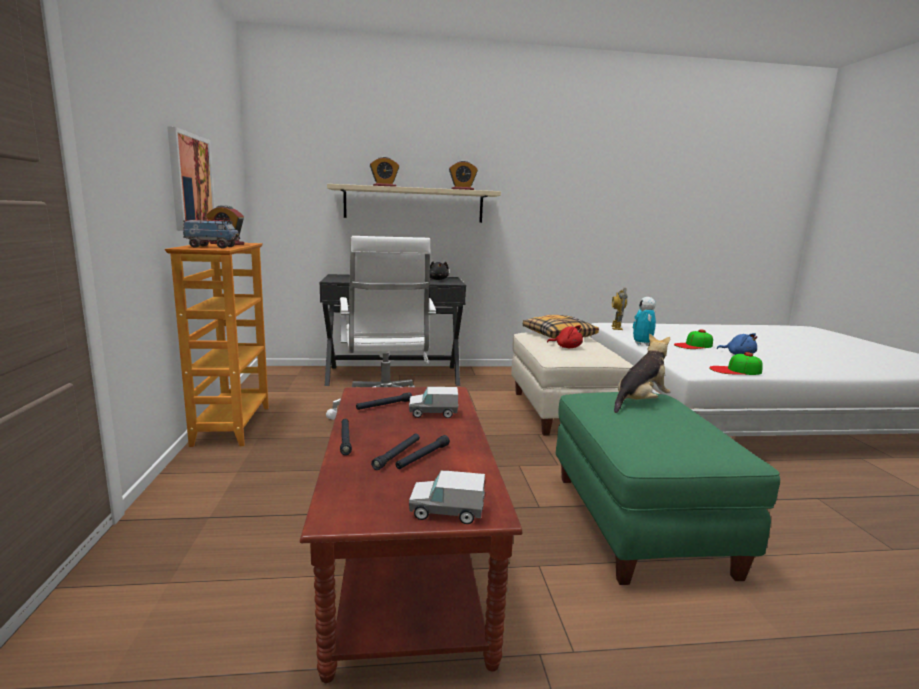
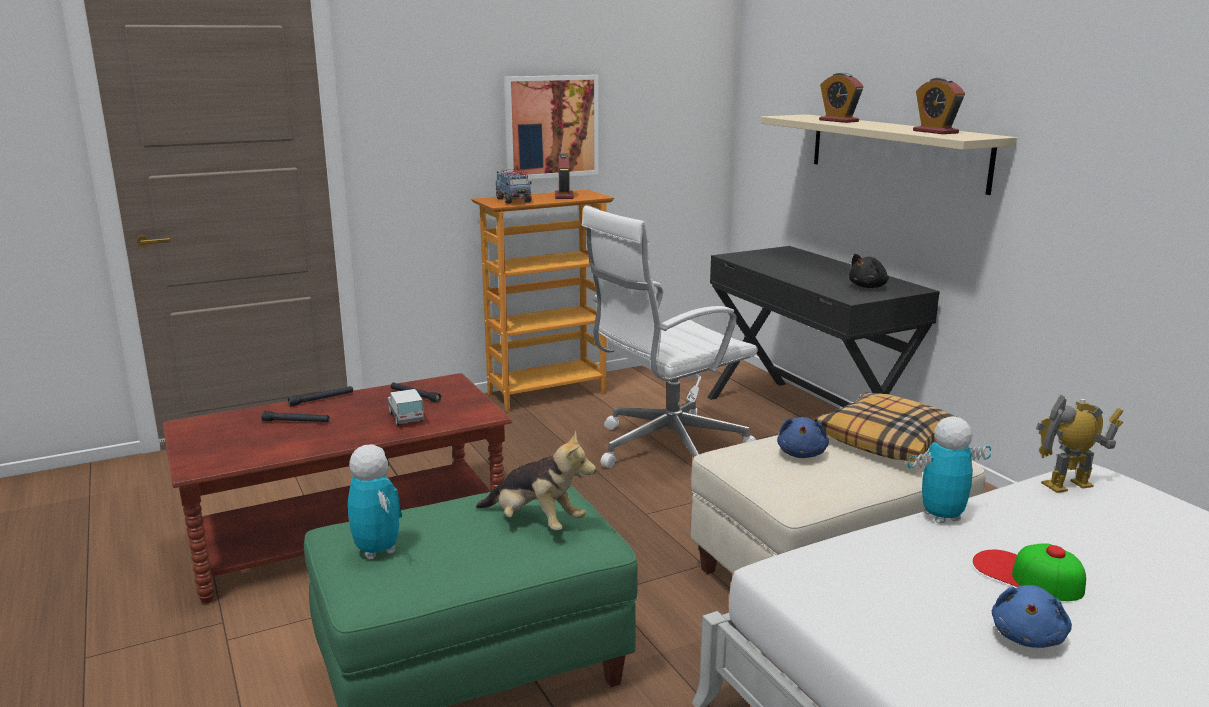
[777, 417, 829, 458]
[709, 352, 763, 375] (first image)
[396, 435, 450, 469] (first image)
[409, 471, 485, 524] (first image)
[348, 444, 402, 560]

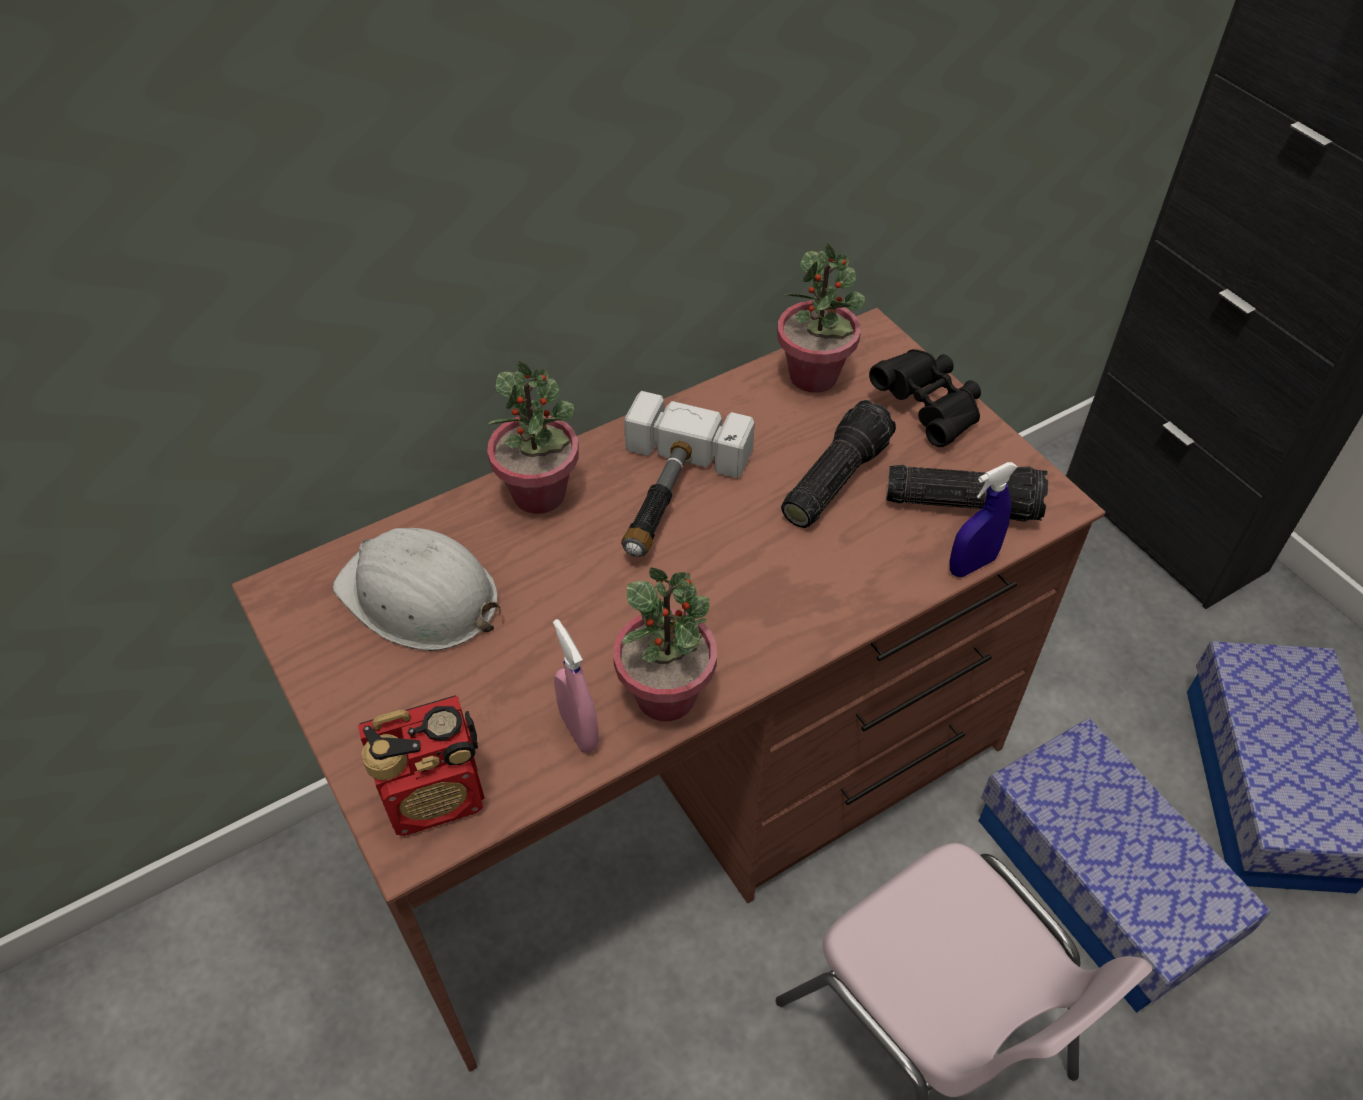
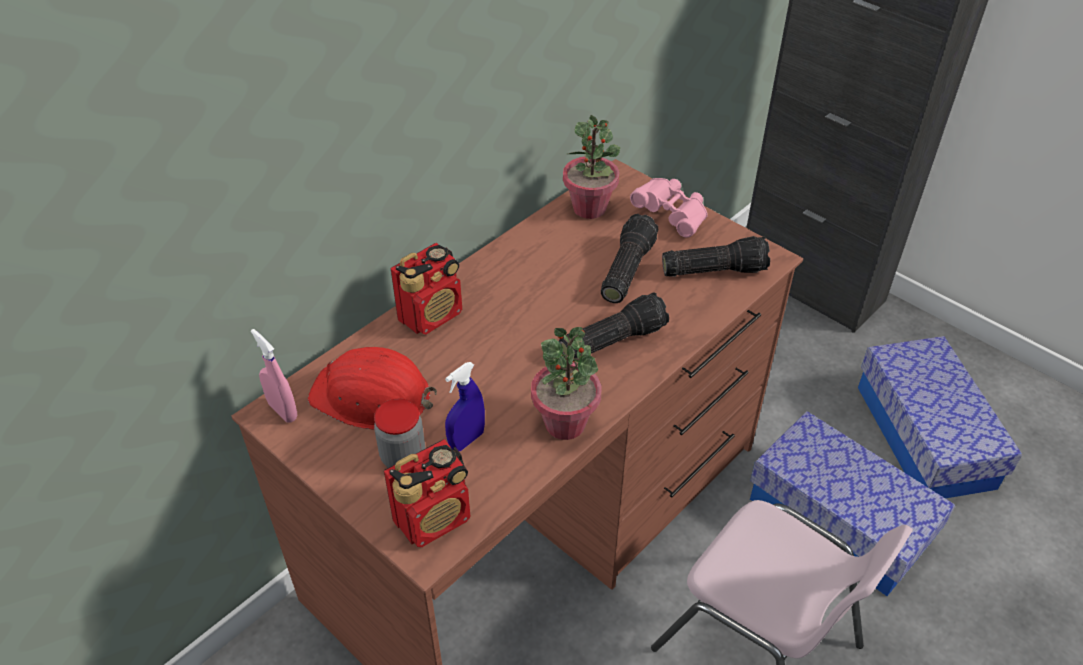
[630, 178, 708, 238]
[391, 243, 462, 335]
[621, 391, 755, 557] (first image)
[445, 362, 485, 451]
[308, 347, 437, 430]
[251, 329, 297, 423]
[559, 293, 669, 358]
[374, 399, 425, 468]

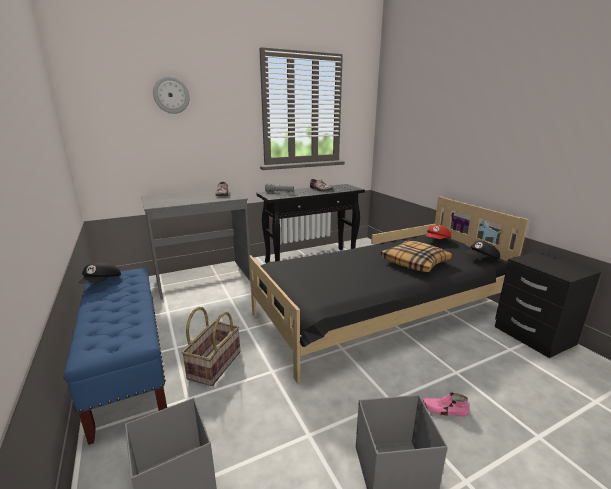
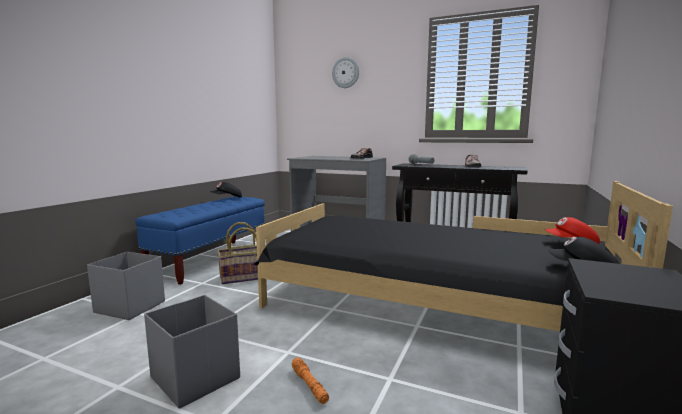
[381, 241, 452, 272] (first image)
[292, 358, 329, 404]

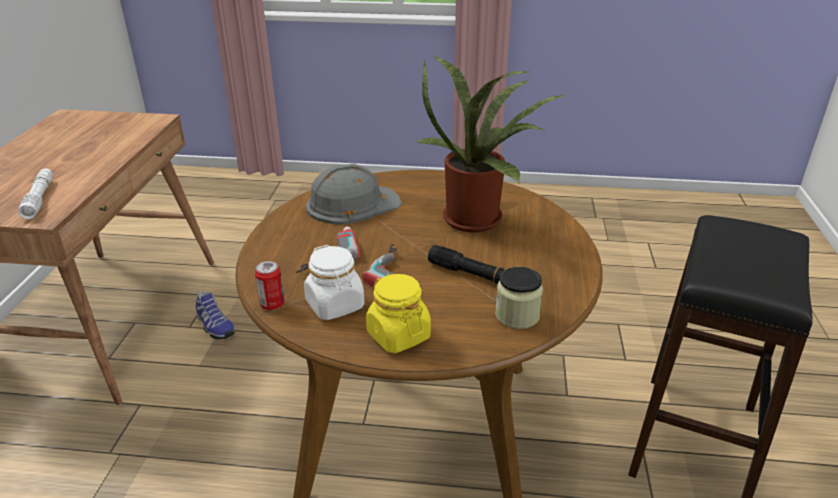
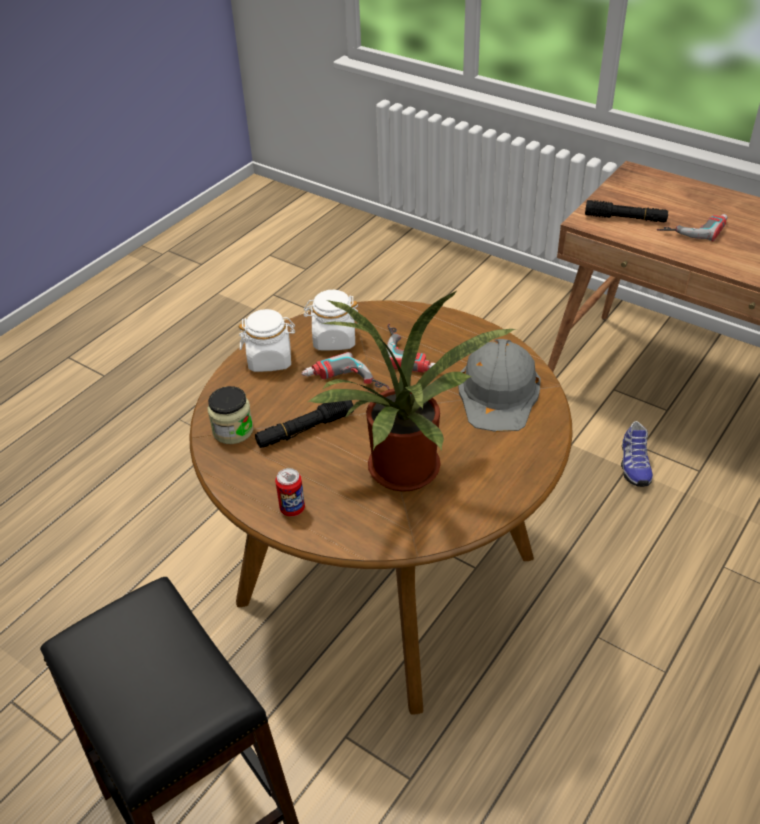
[585, 200, 668, 222]
[275, 468, 305, 516]
[239, 309, 295, 372]
[621, 421, 653, 487]
[657, 214, 728, 242]

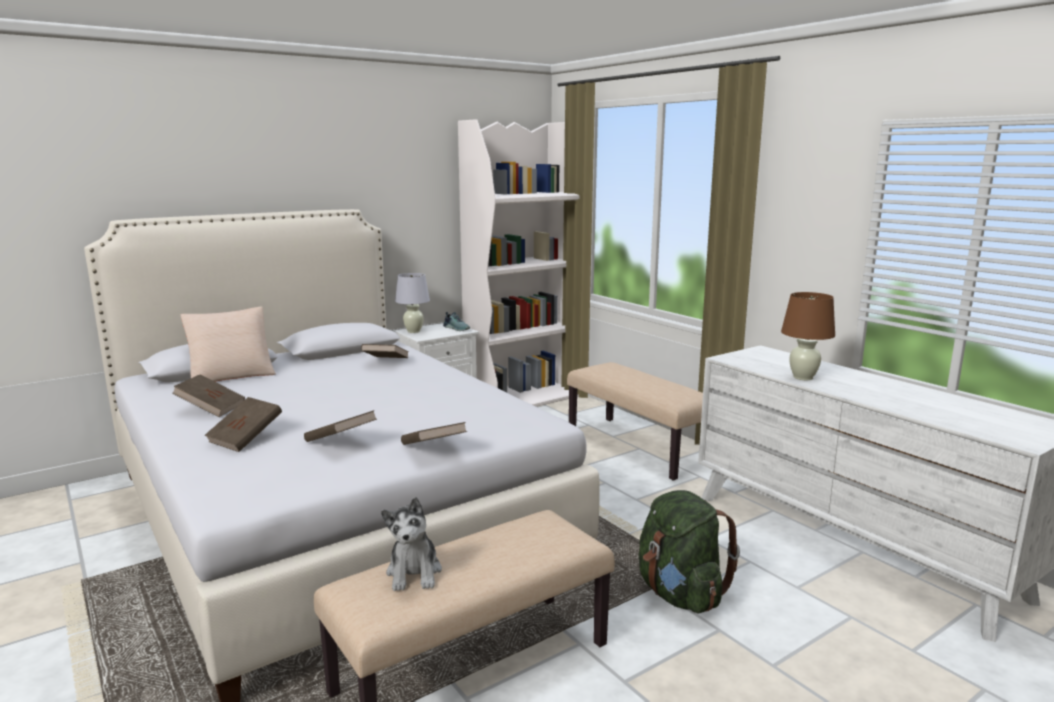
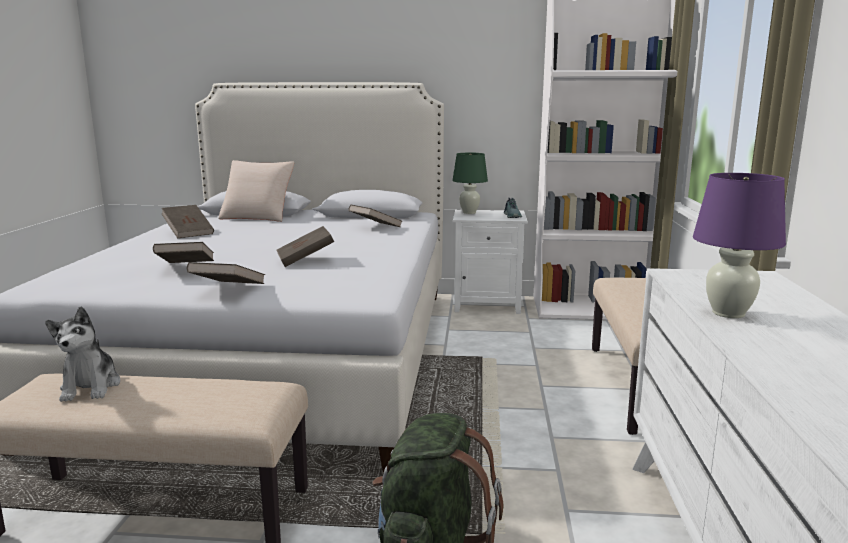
[452, 153, 488, 214]
[693, 173, 786, 318]
[276, 226, 334, 267]
[45, 306, 120, 402]

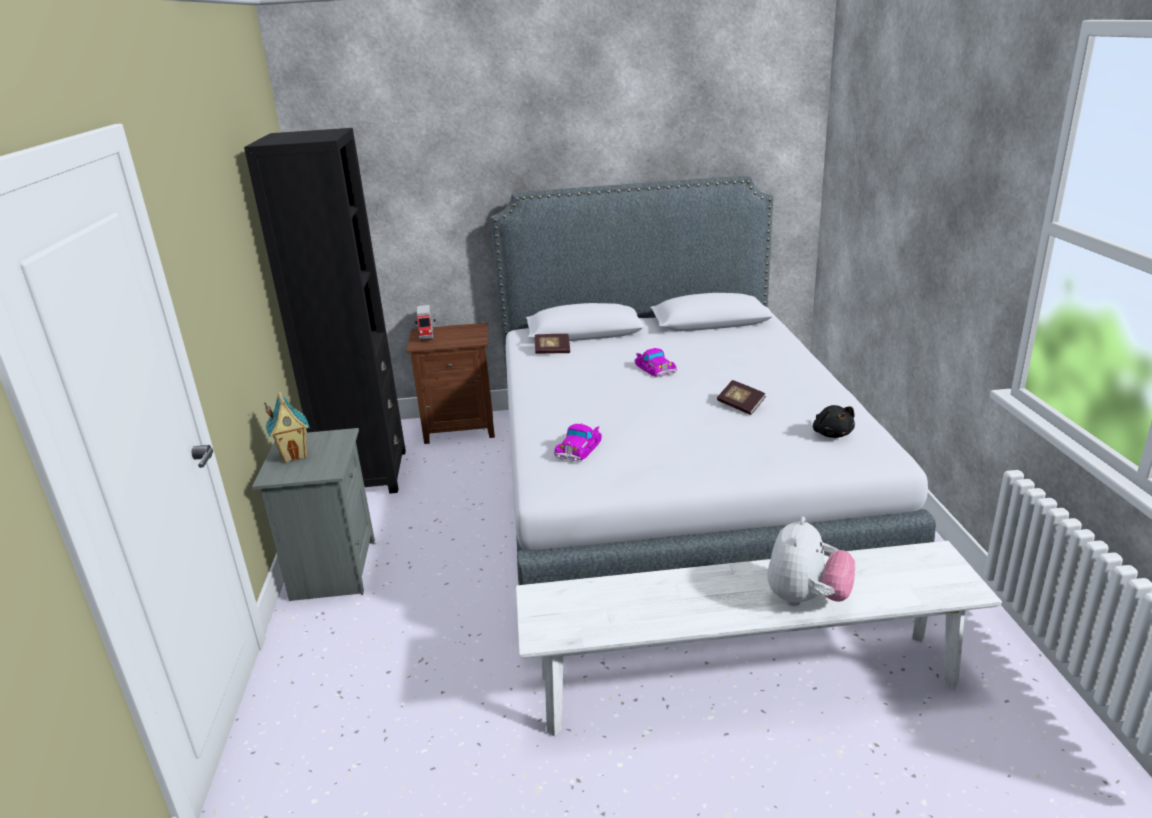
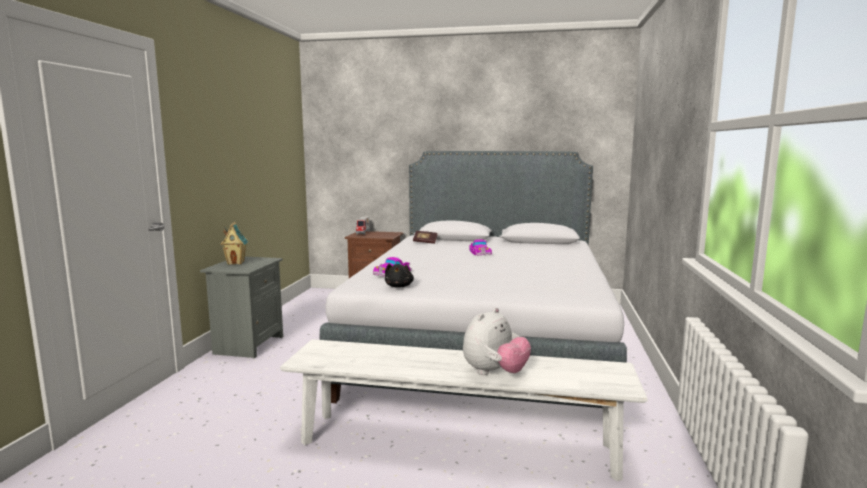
[244, 128, 406, 494] (first image)
[717, 380, 766, 415] (first image)
[385, 264, 414, 288]

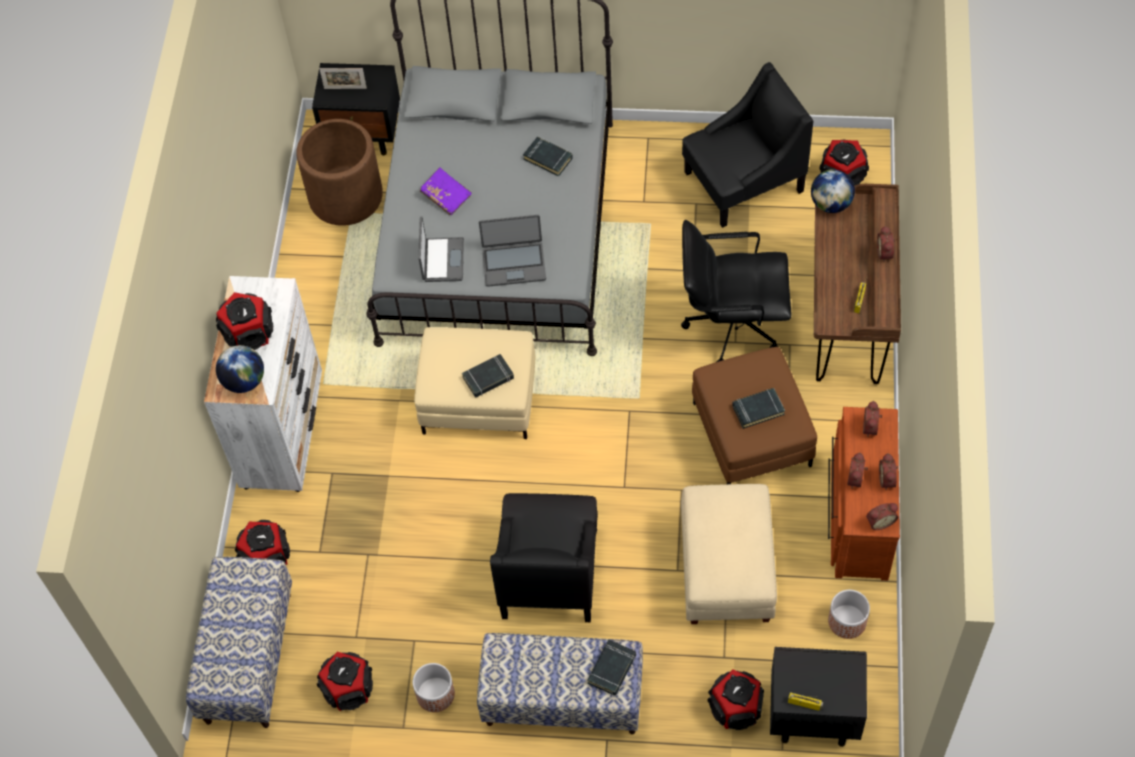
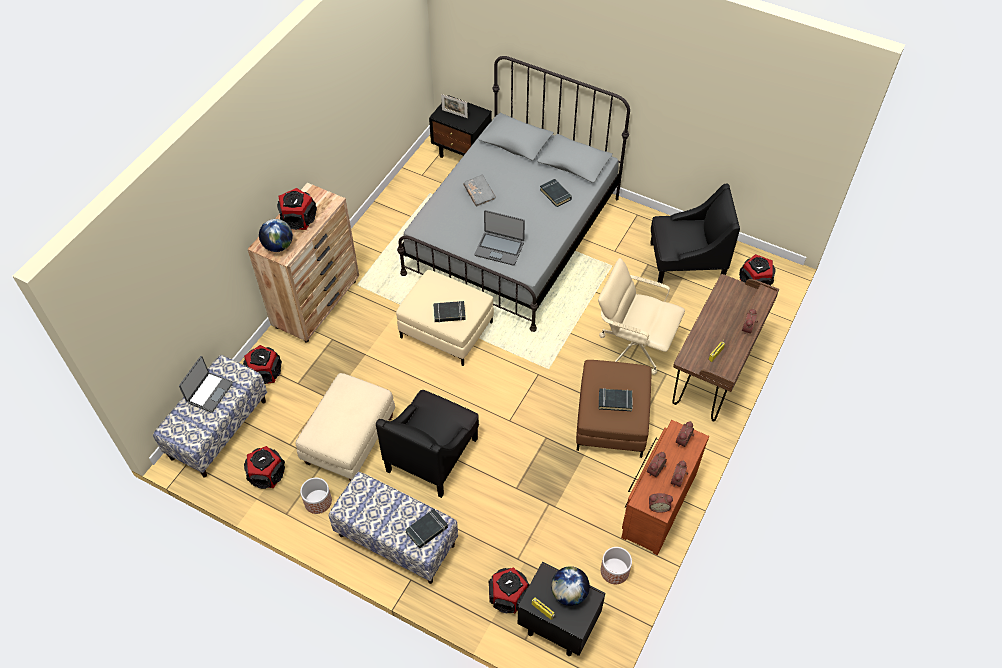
[296, 119, 383, 226] (first image)
[463, 174, 496, 206]
[551, 566, 590, 606]
[179, 356, 233, 413]
[598, 258, 685, 375]
[248, 183, 359, 342]
[296, 373, 395, 481]

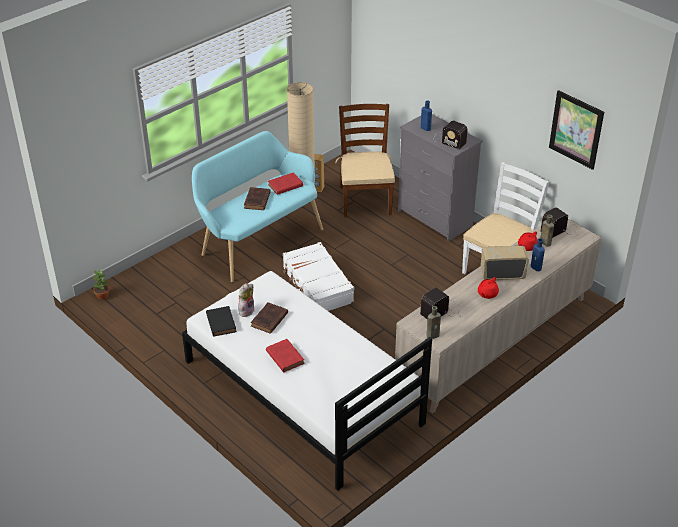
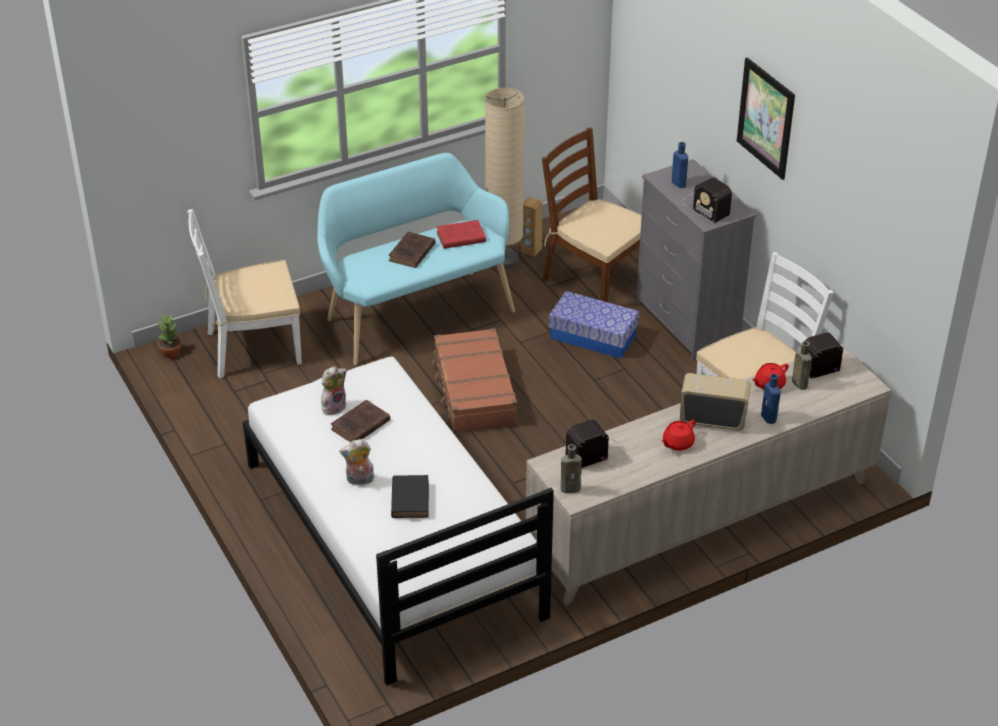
[737, 58, 795, 180]
[542, 127, 642, 302]
[431, 328, 517, 433]
[391, 475, 429, 518]
[340, 439, 375, 485]
[187, 209, 302, 378]
[548, 291, 639, 359]

